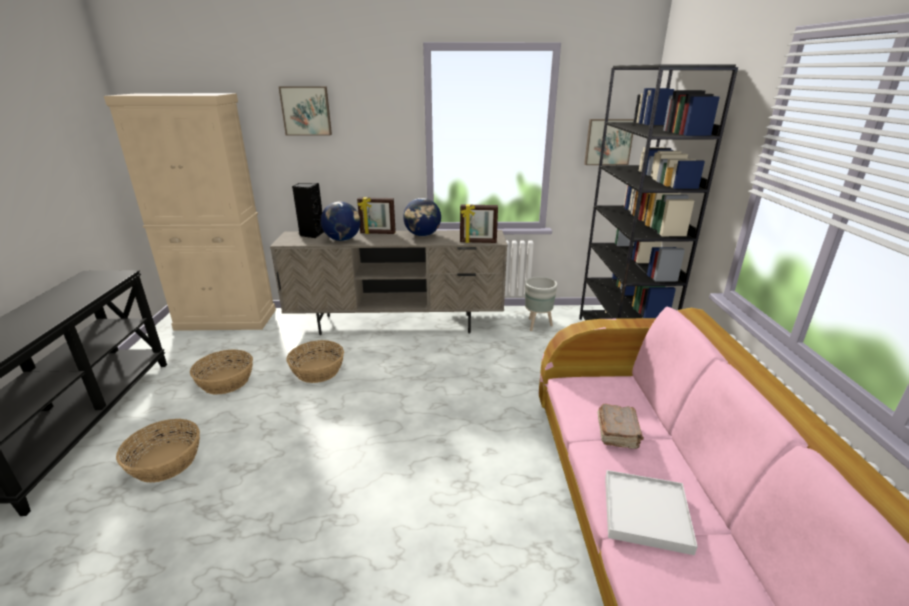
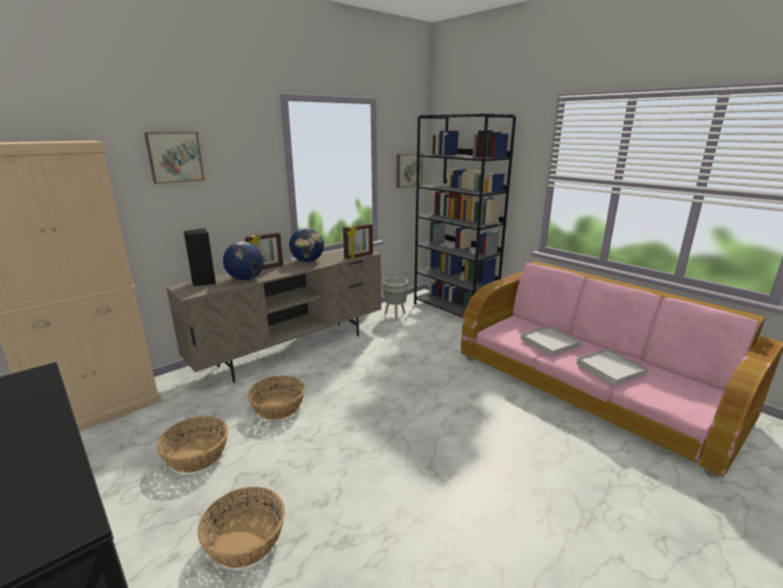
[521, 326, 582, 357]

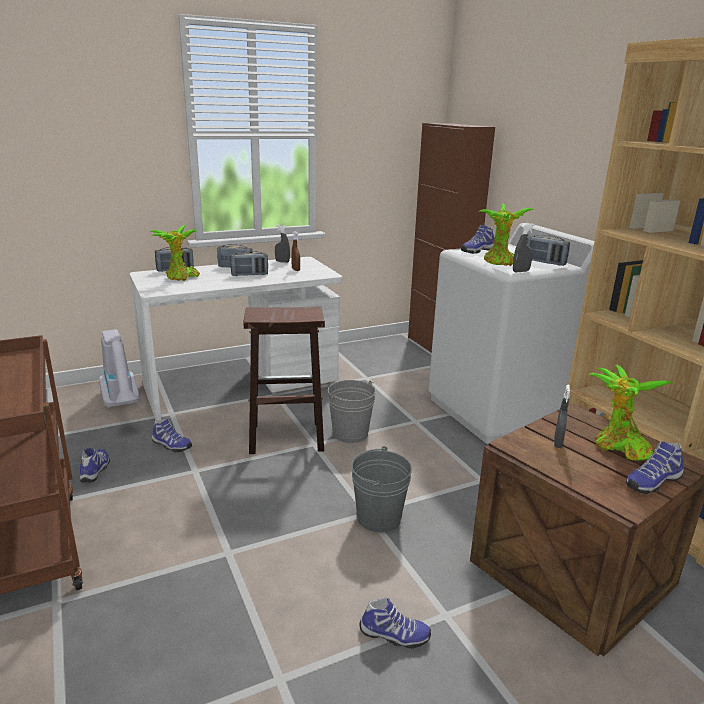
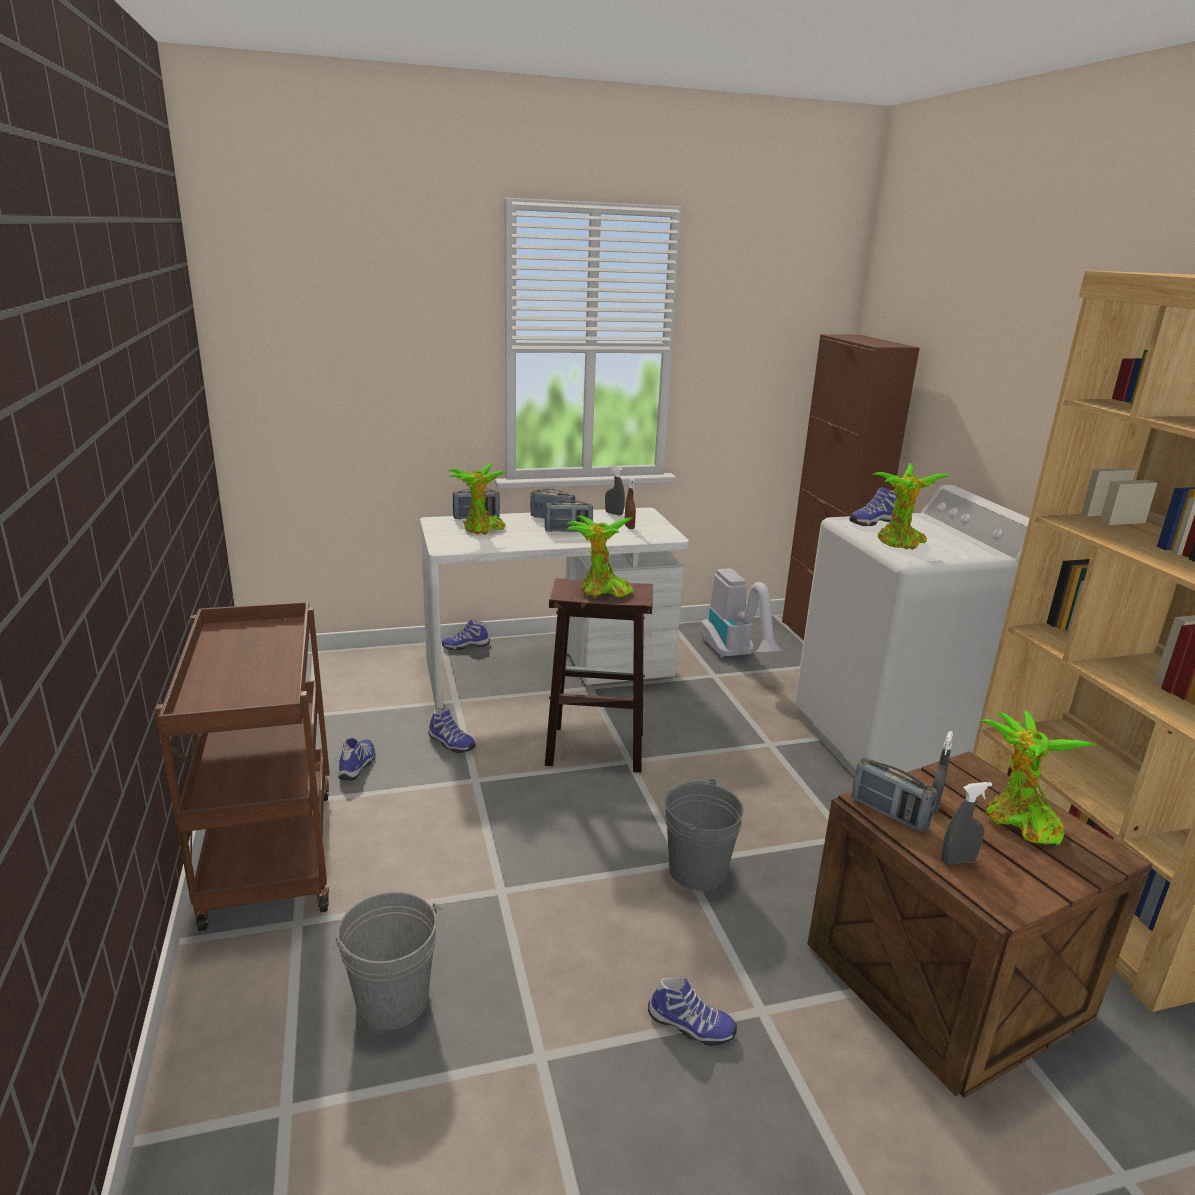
[941, 782, 992, 865]
[851, 757, 938, 833]
[700, 568, 783, 658]
[333, 892, 442, 1030]
[442, 619, 490, 650]
[566, 515, 633, 598]

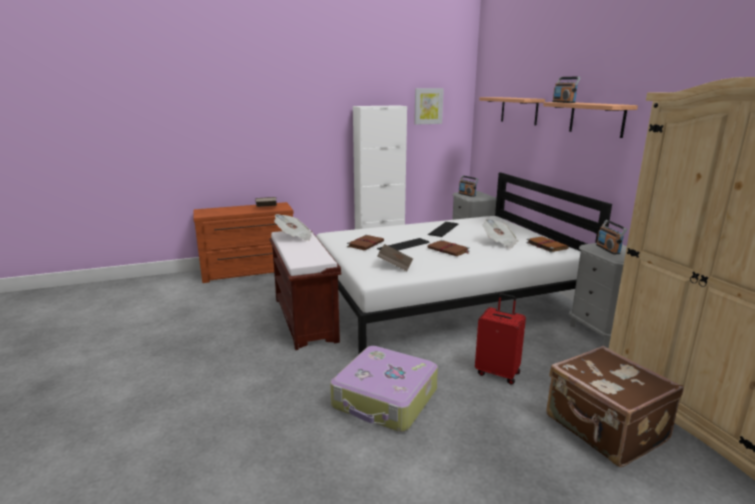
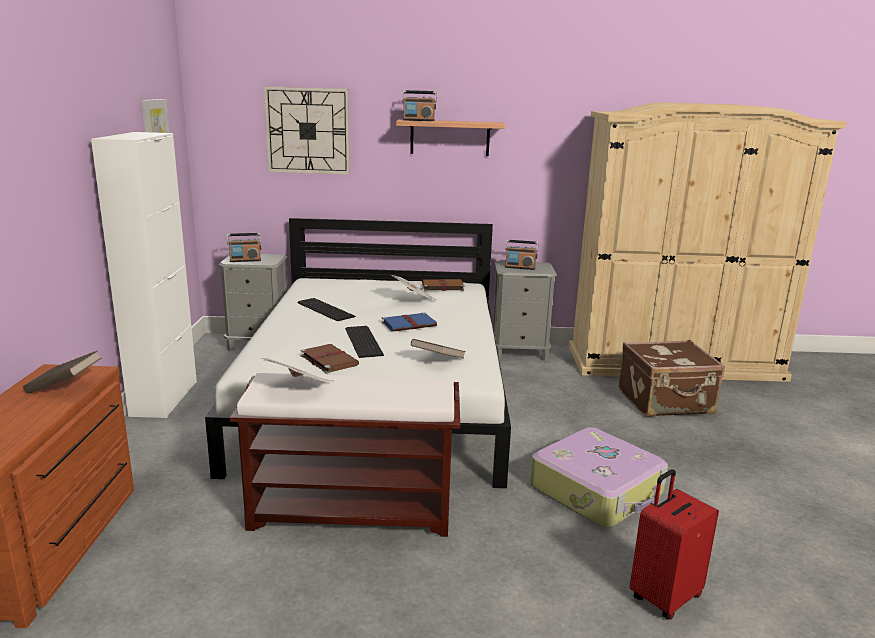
[264, 86, 350, 175]
[382, 312, 437, 332]
[630, 469, 719, 620]

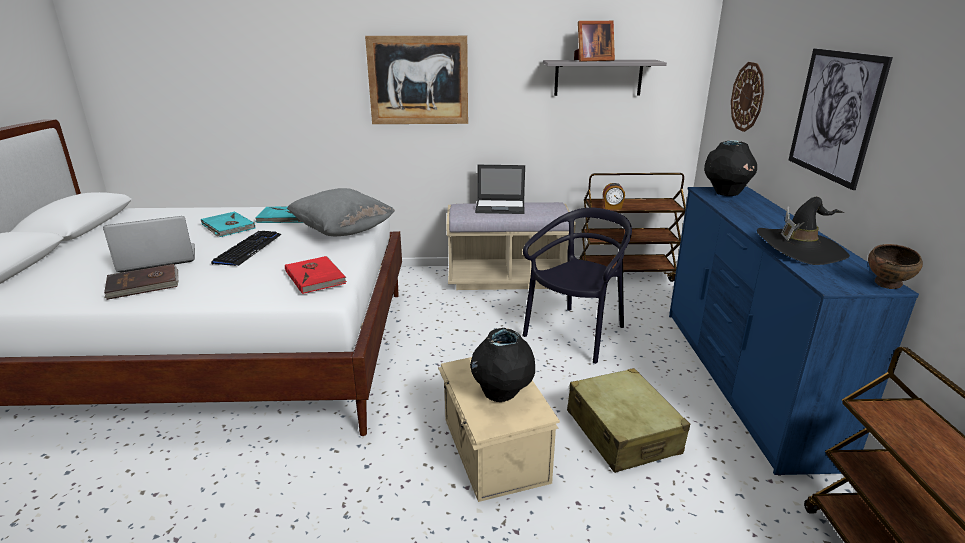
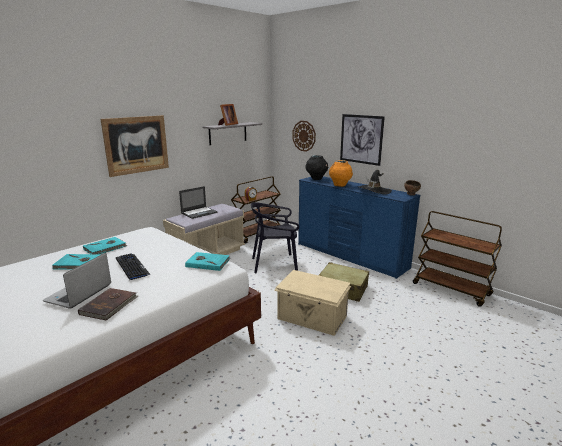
[287, 188, 395, 236] (first image)
[251, 202, 299, 273]
[185, 252, 230, 271]
[470, 328, 535, 402] (first image)
[329, 160, 353, 187]

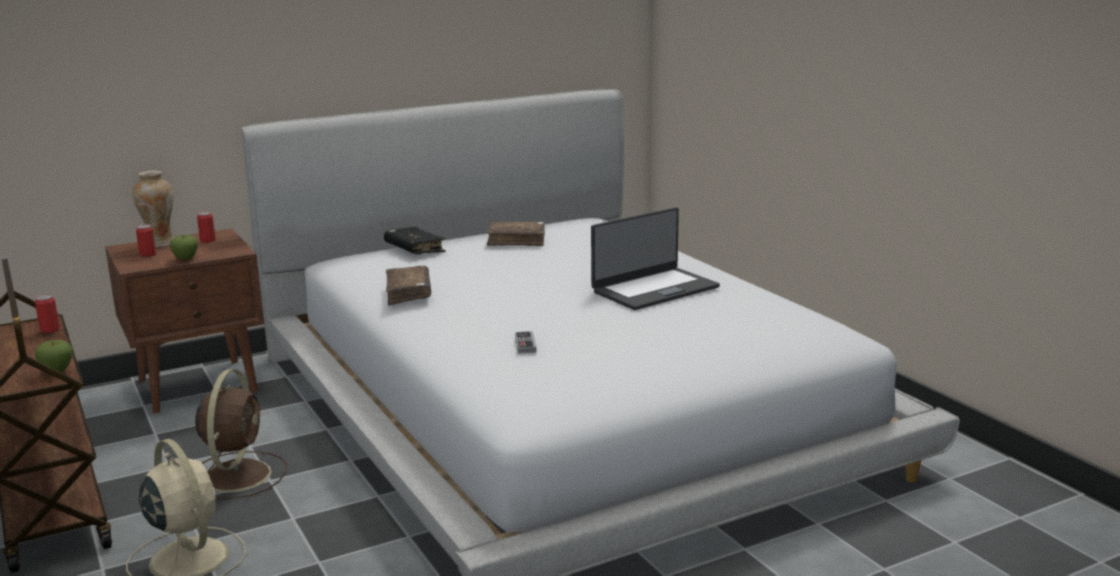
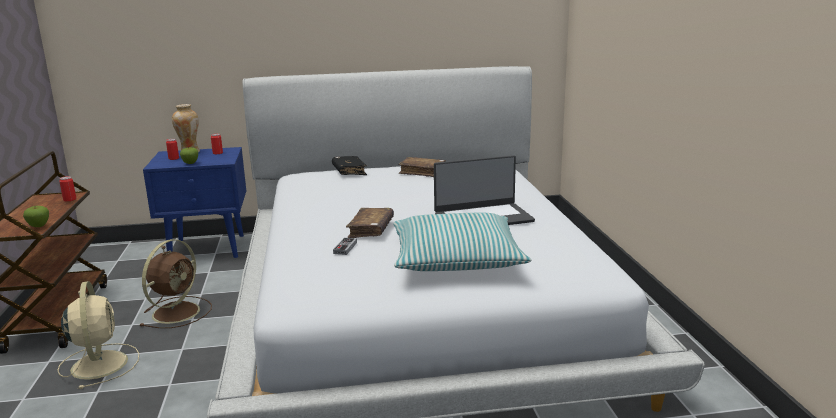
[143, 147, 246, 258]
[346, 208, 394, 238]
[393, 212, 531, 271]

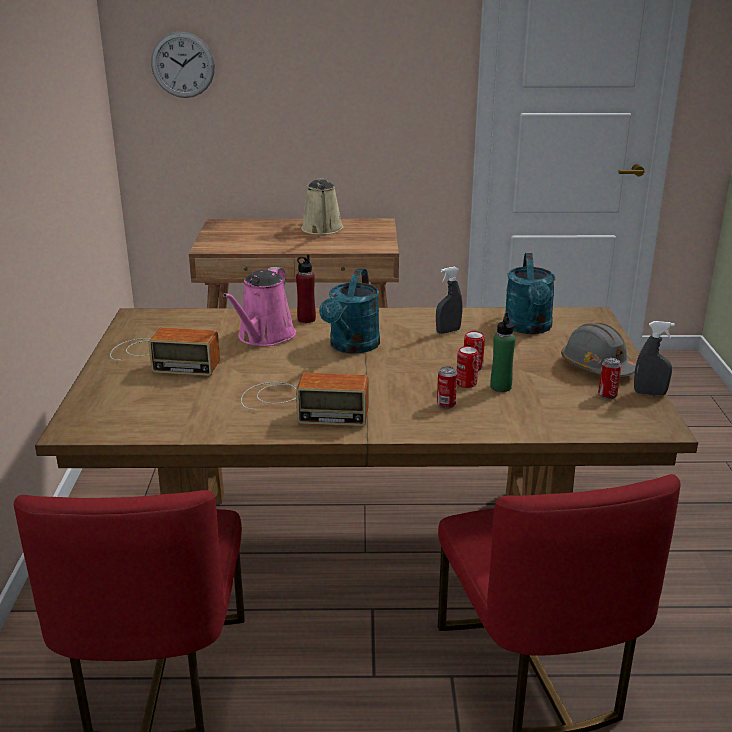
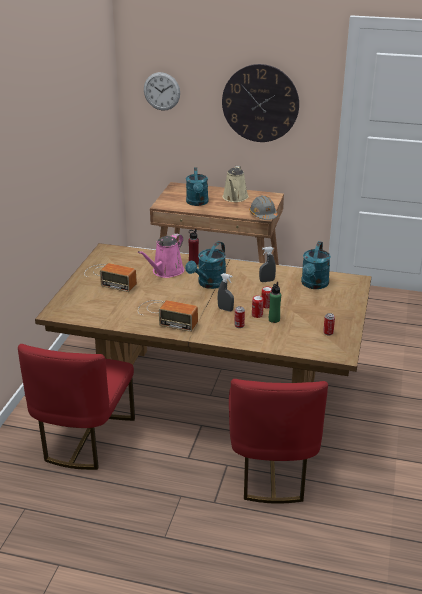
[217, 273, 234, 311]
[249, 196, 278, 220]
[222, 64, 299, 142]
[186, 167, 208, 206]

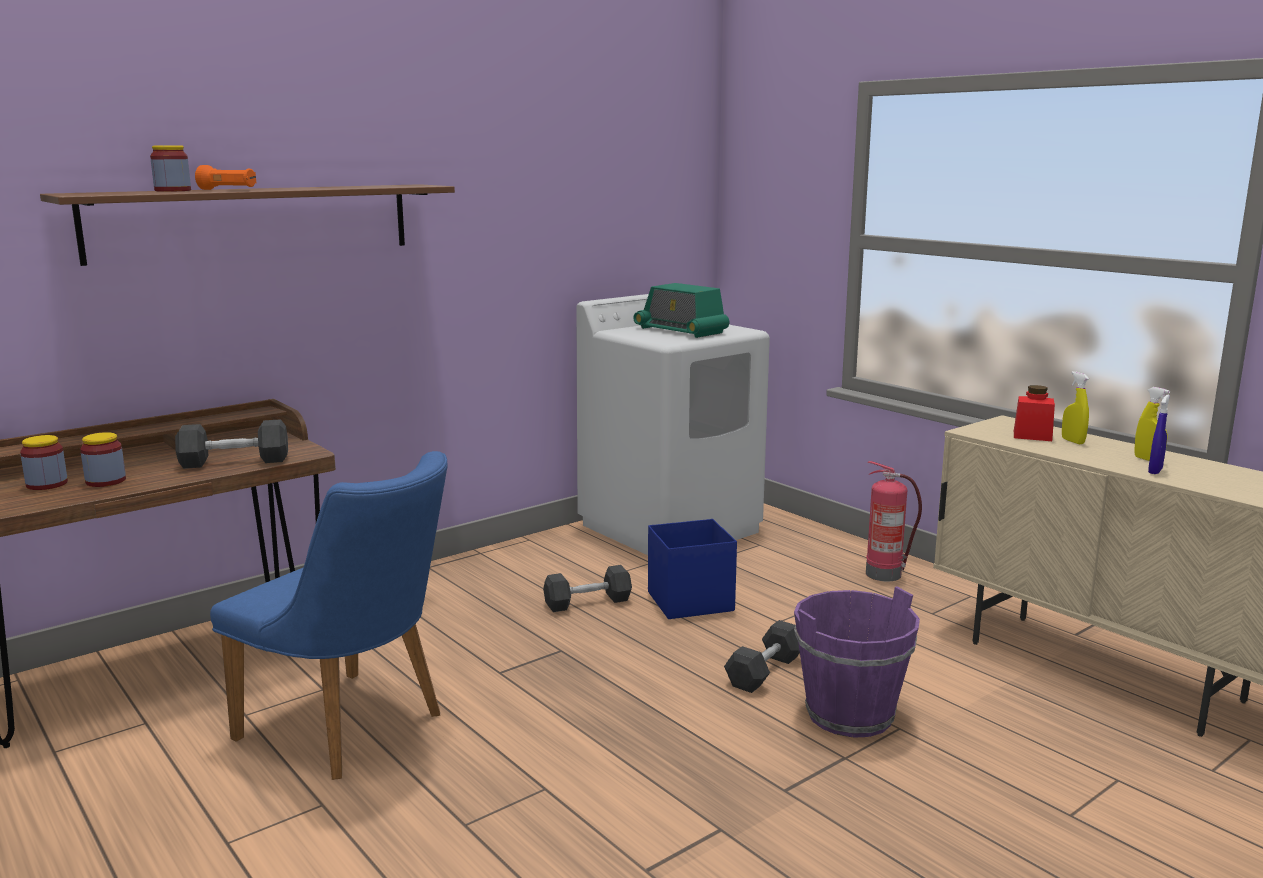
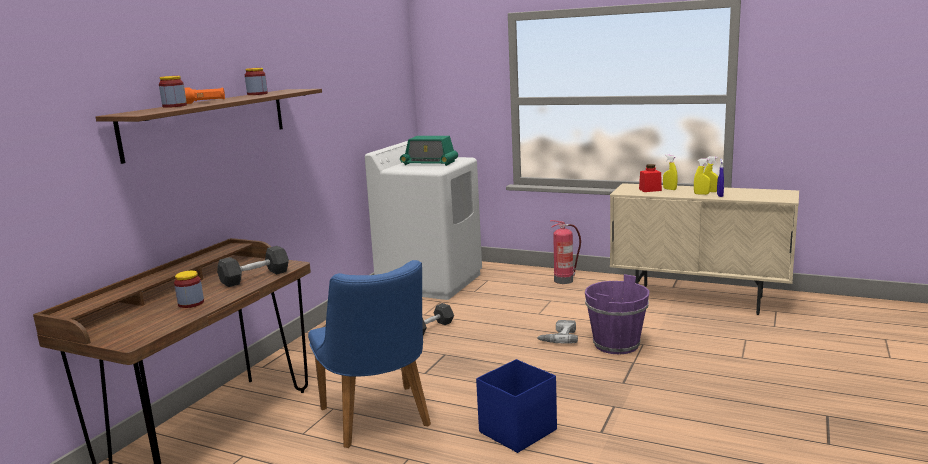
[245, 68, 268, 95]
[308, 260, 431, 448]
[476, 359, 557, 453]
[537, 320, 578, 344]
[694, 158, 711, 195]

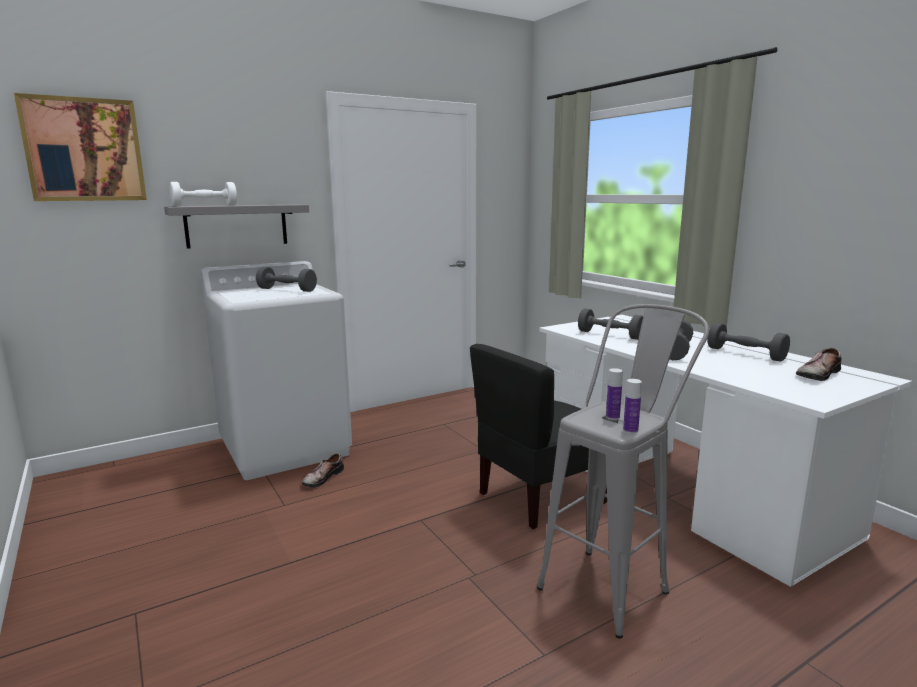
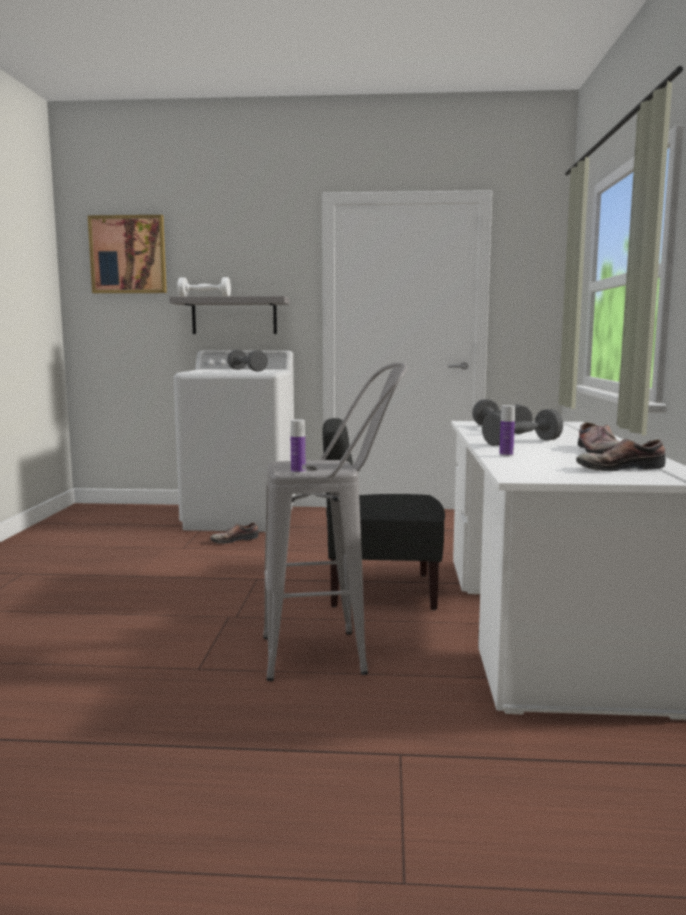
[578, 422, 620, 454]
[499, 405, 515, 456]

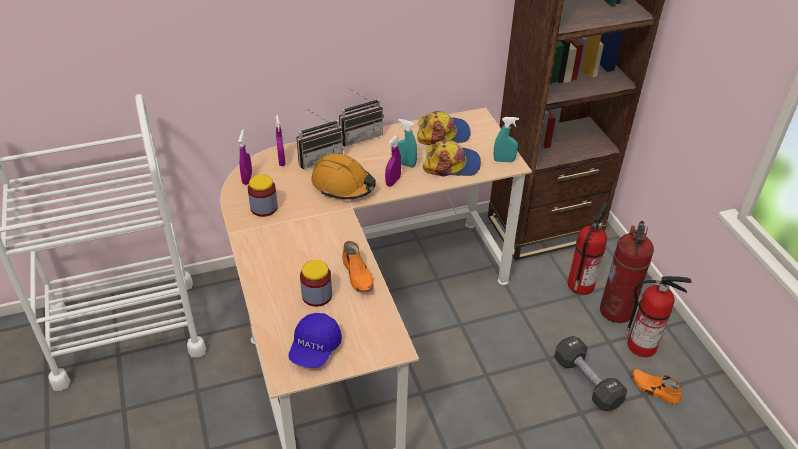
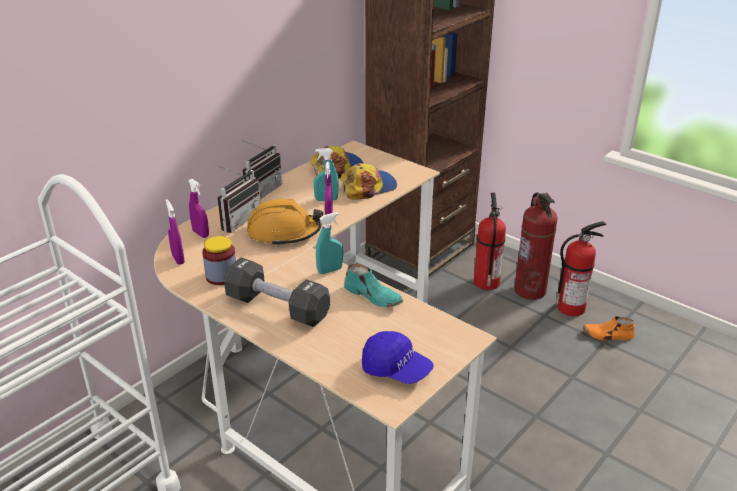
[316, 212, 343, 274]
[344, 263, 403, 307]
[300, 260, 332, 307] (first image)
[362, 331, 434, 384]
[224, 257, 330, 327]

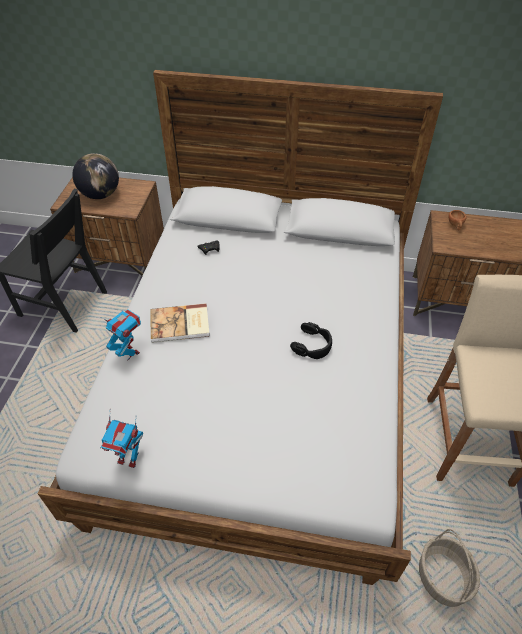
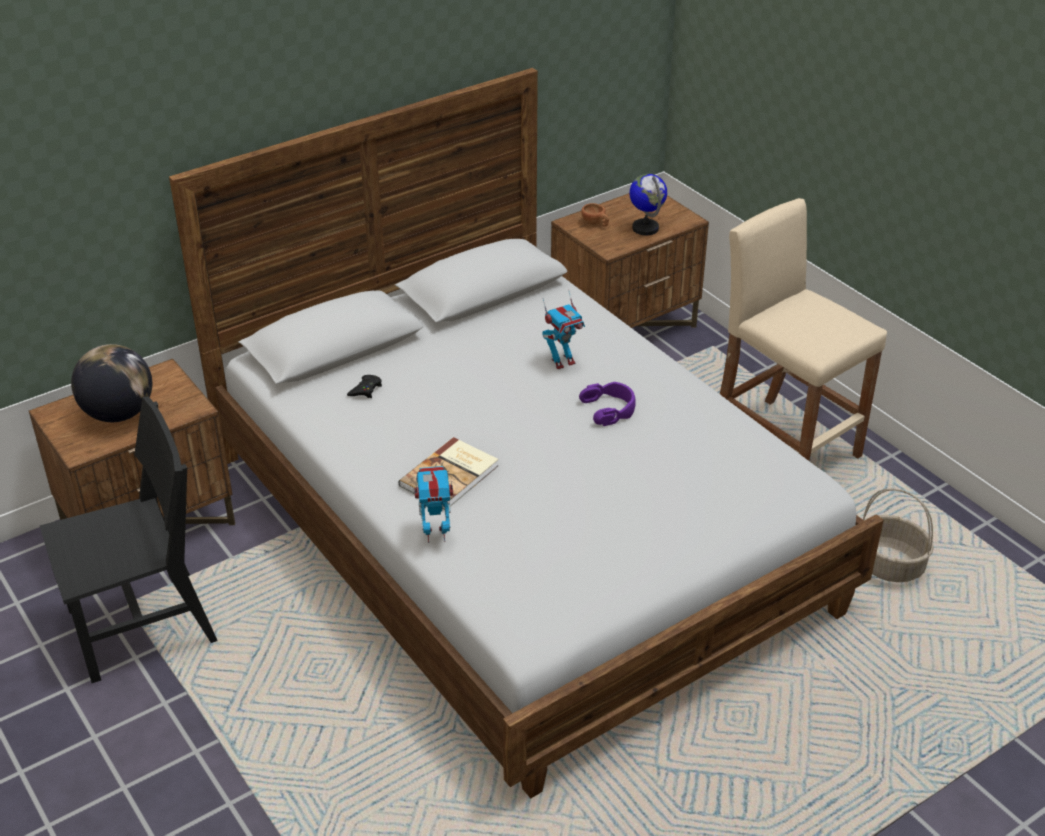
[579, 382, 636, 426]
[542, 292, 585, 369]
[629, 174, 667, 235]

